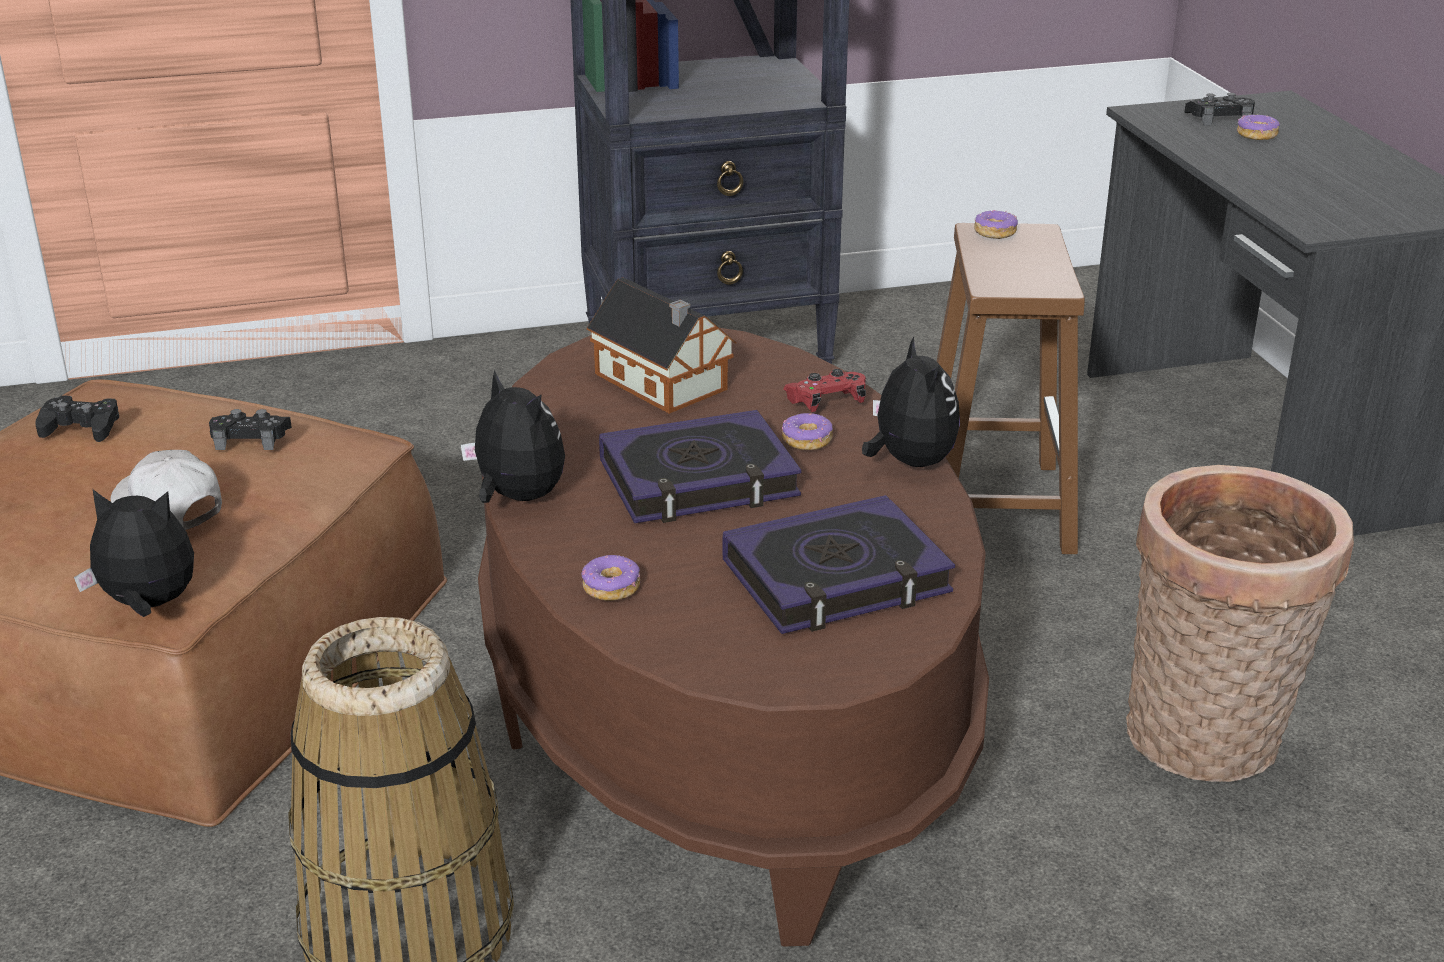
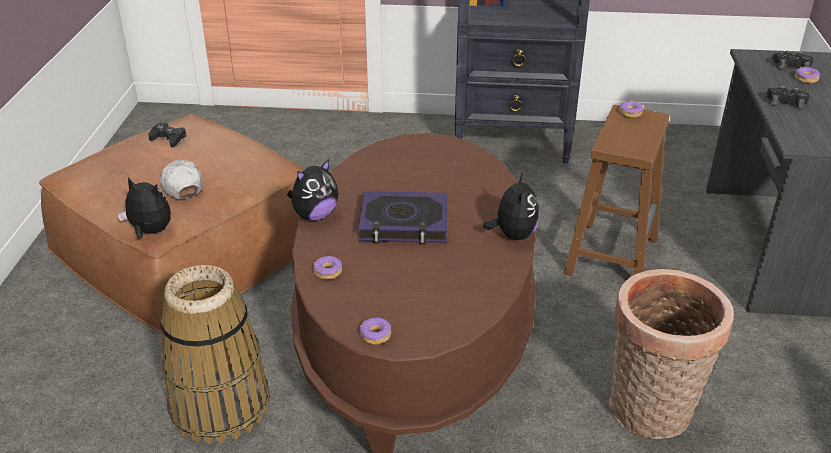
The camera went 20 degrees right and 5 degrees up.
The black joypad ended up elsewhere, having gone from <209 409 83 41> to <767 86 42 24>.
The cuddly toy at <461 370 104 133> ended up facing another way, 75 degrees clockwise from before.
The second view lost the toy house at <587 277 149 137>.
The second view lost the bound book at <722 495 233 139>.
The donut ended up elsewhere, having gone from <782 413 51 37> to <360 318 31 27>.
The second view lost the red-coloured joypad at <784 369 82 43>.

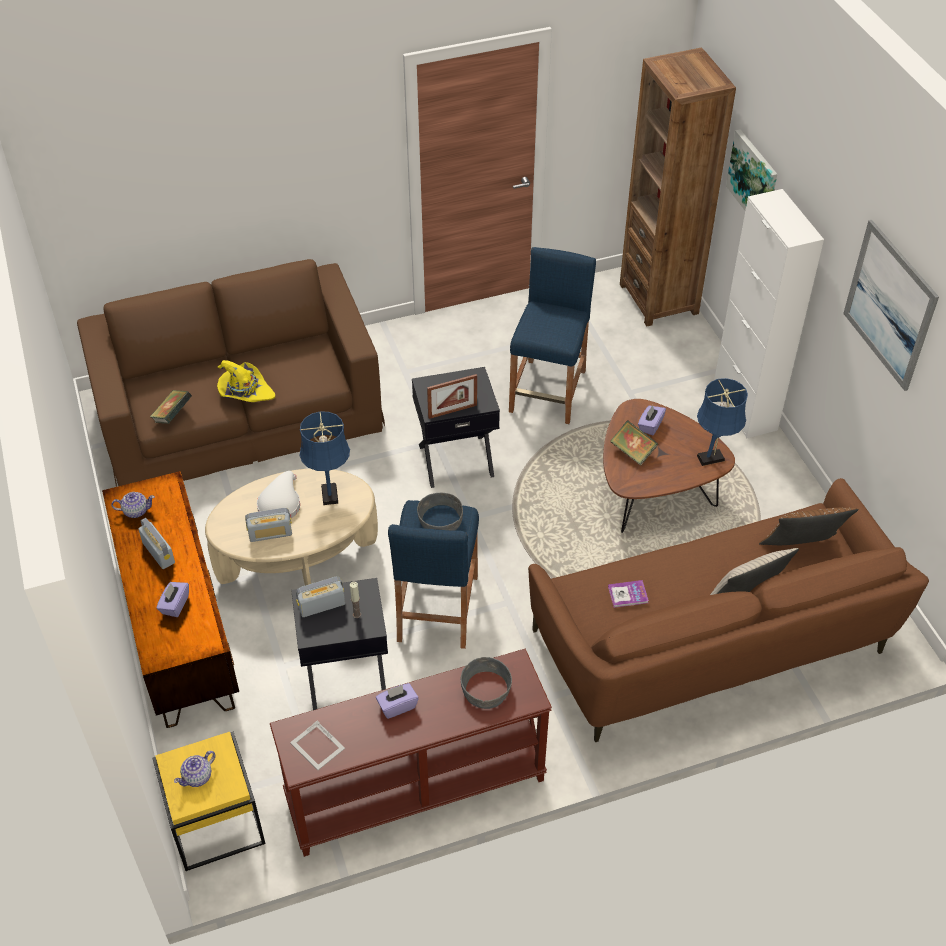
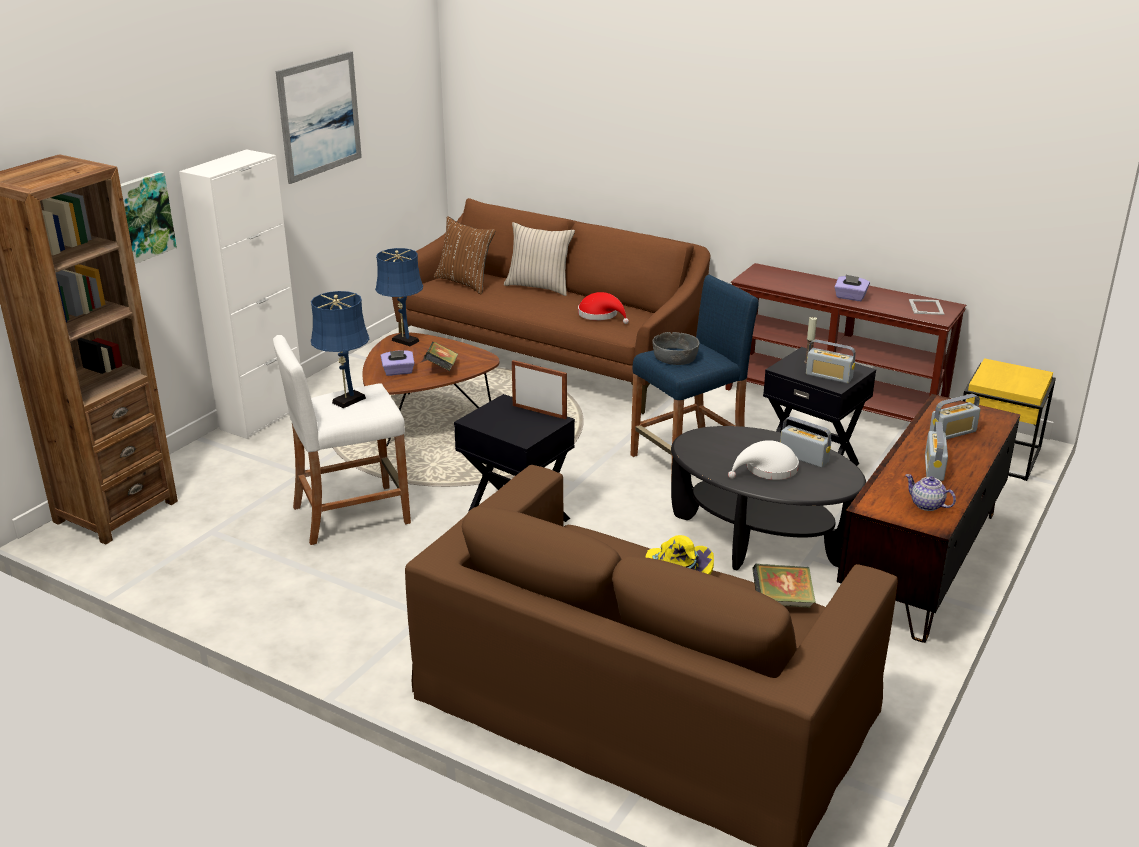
The camera went 130 degrees left and 20 degrees down.
Where the purple tissue holder stood at <156 582 33 35>, the radio set came to stand at <929 394 52 45>.
The second view lost the teapot at <174 751 42 36>.
What was the beige low table at <205 469 173 117> turned into the black low table at <671 426 195 144>.
The blue-coloured lamp for a table ended up elsewhere, having gone from <299 411 51 94> to <311 291 58 117>.
The second view lost the gray serving bowl at <461 657 51 52>.
What was the blue-coloured stool at <509 247 87 177> turned into the white-coloured stool at <273 335 138 210>.
Where the bound book stood at <608 580 41 28>, the red-coloured wearable hat came to stand at <578 292 51 32>.

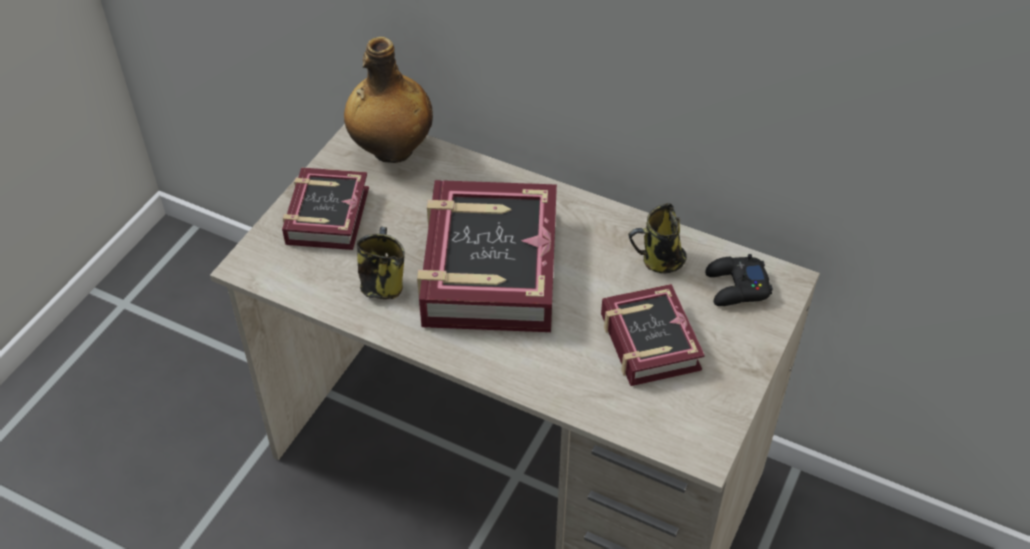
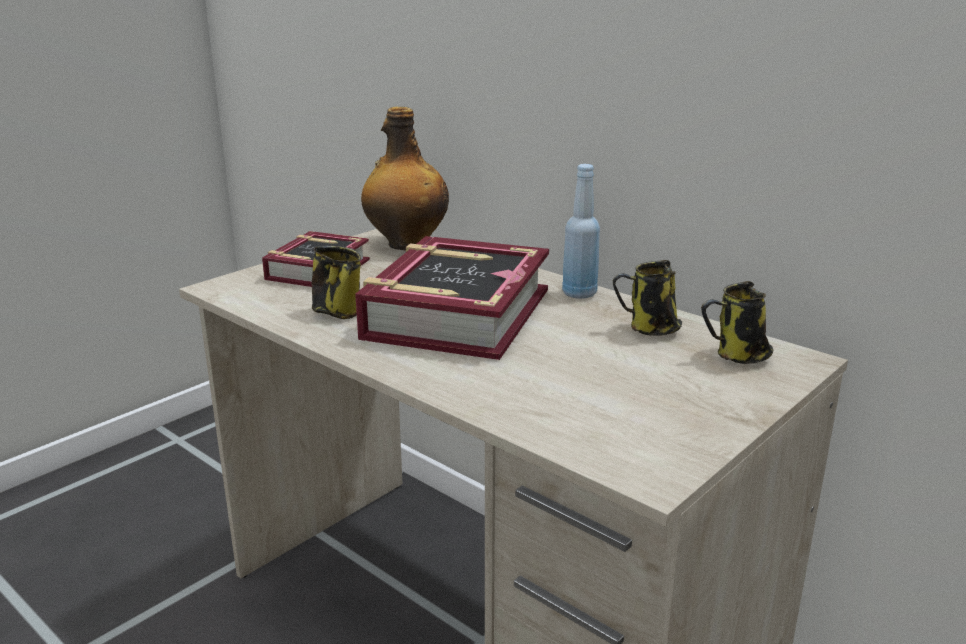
The camera went 15 degrees right and 25 degrees down.
The second view lost the bound book at <601 284 104 102>.
Where the black joypad stood at <705 254 68 52>, the coffee mug came to stand at <701 281 72 83>.
The second view gained the blue-coloured beverage bottle at <562 164 38 135>.

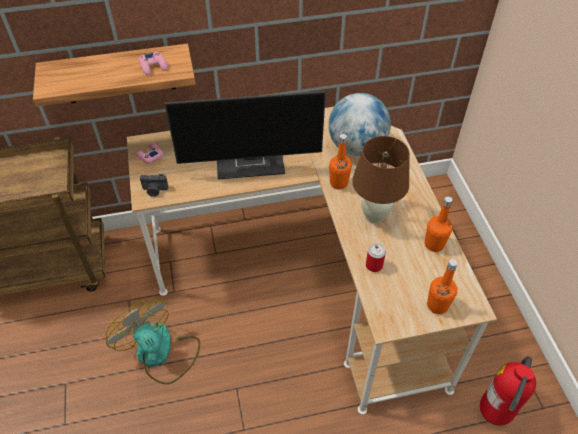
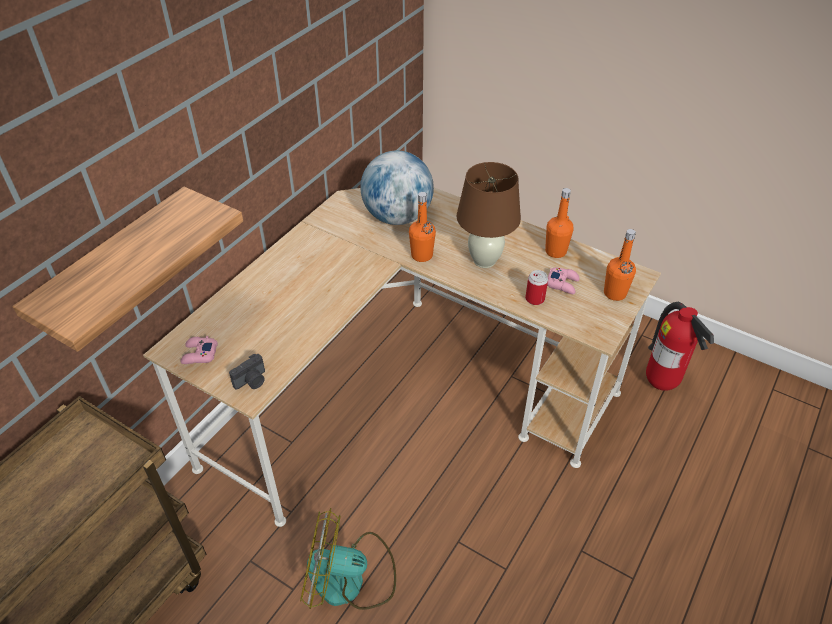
The camera went 45 degrees left and 5 degrees down.
The pinkish joypad ended up elsewhere, having gone from <139 51 29 25> to <547 268 33 26>.
The second view lost the computer display at <164 91 162 88>.

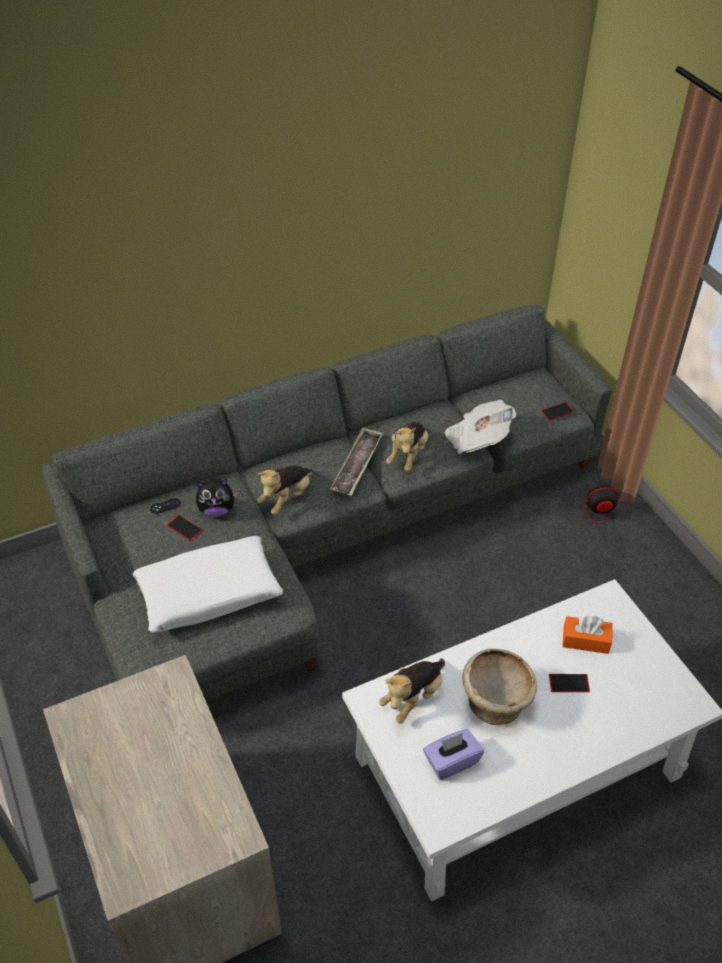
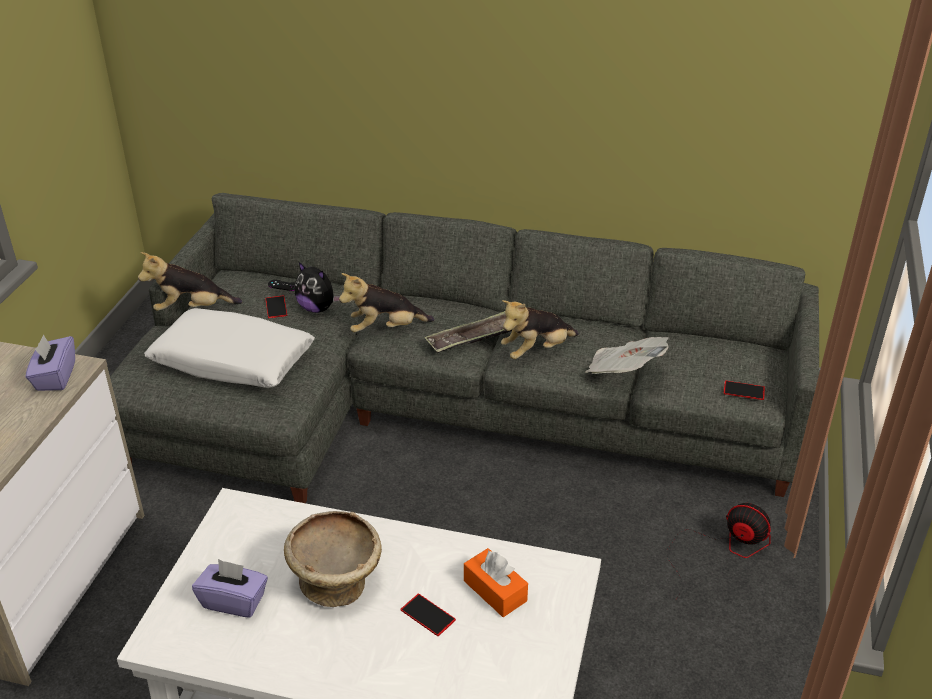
The camera went 40 degrees right and 10 degrees down.
The cuddly toy ended up elsewhere, having gone from <379 658 66 66> to <138 252 104 59>.
The second view gained the purple tissue holder at <26 334 49 57>.

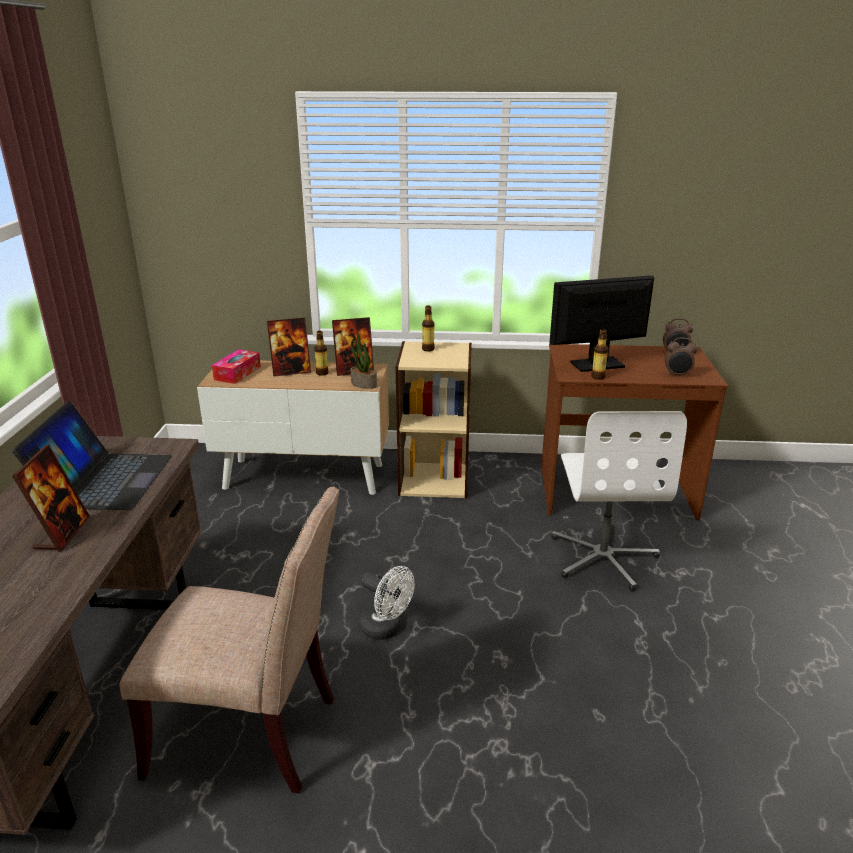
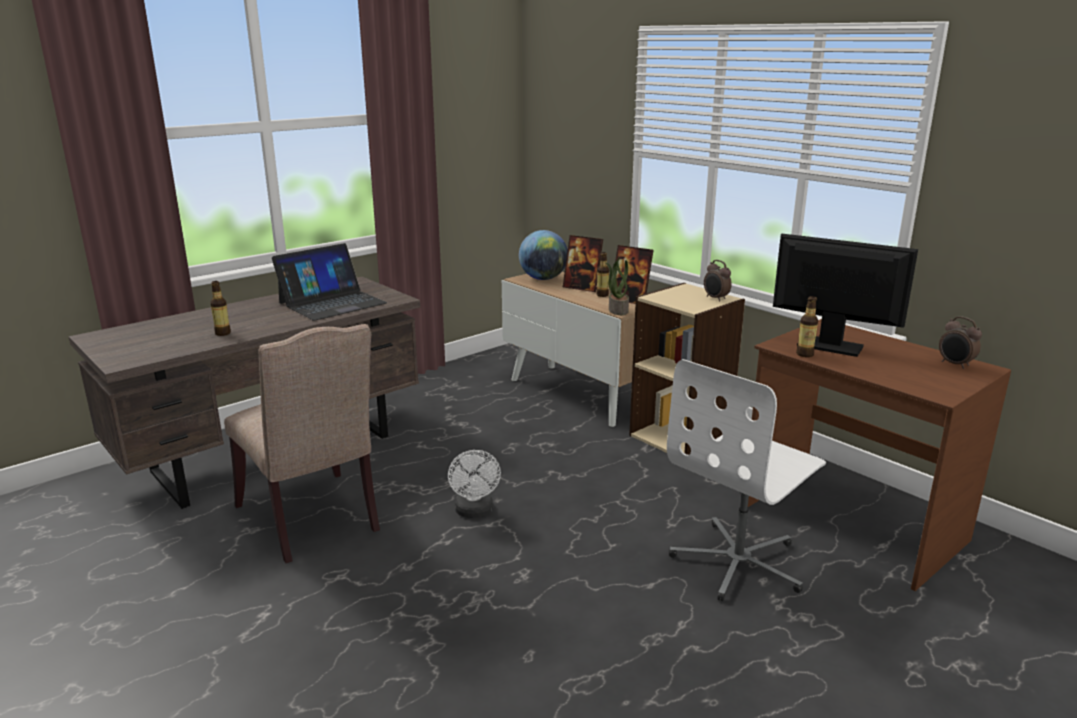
The camera went 45 degrees right and 5 degrees down.
The second view lost the photo frame at <12 445 78 107>.
Where the tissue holder stood at <212 349 49 35>, the desk globe came to stand at <519 230 49 50>.
The beverage bottle ended up elsewhere, having gone from <422 305 13 46> to <210 281 21 55>.
The table clock ended up elsewhere, having gone from <665 338 32 39> to <704 260 28 41>.

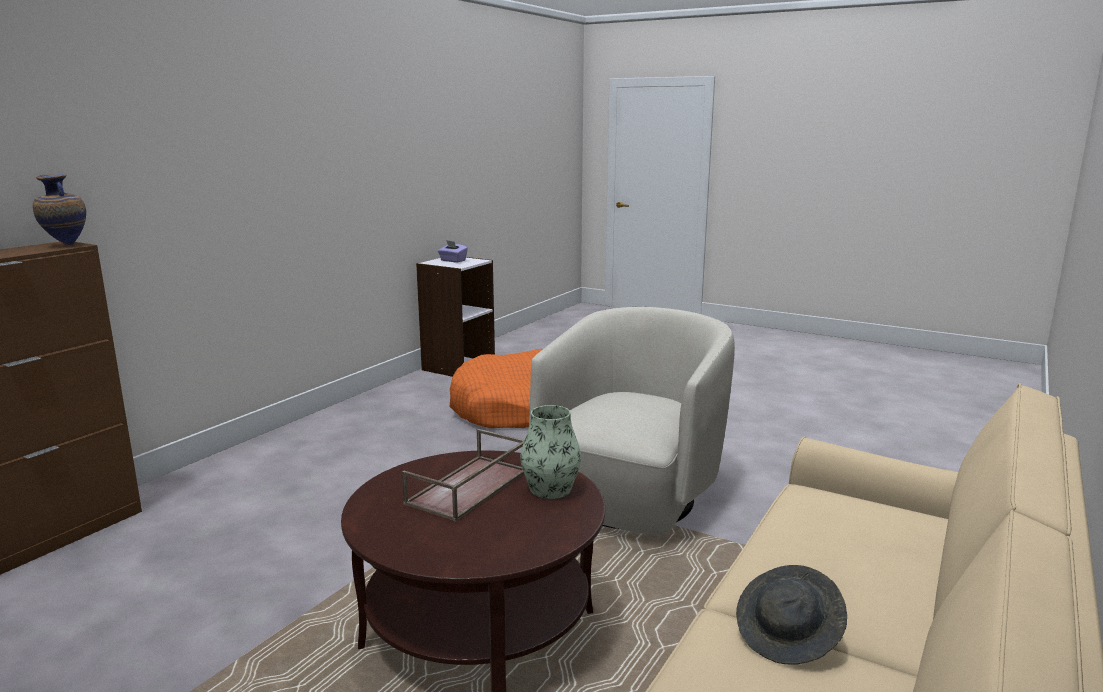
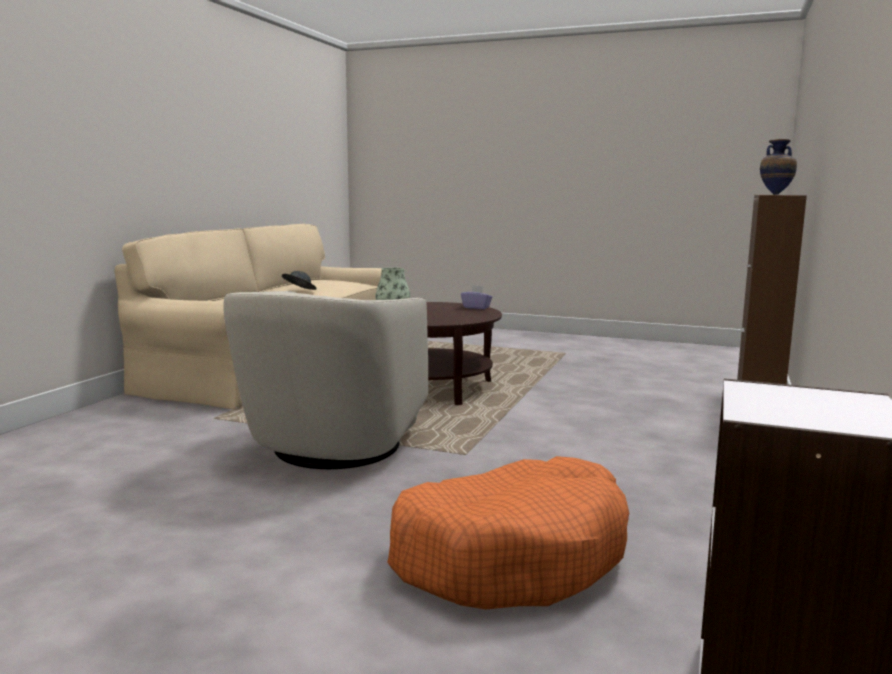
The camera went 170 degrees right and 5 degrees down.
The second view lost the brown-coloured carrying tray at <402 429 122 93>.
The purple tissue holder ended up elsewhere, having gone from <438 240 30 23> to <461 285 31 24>.

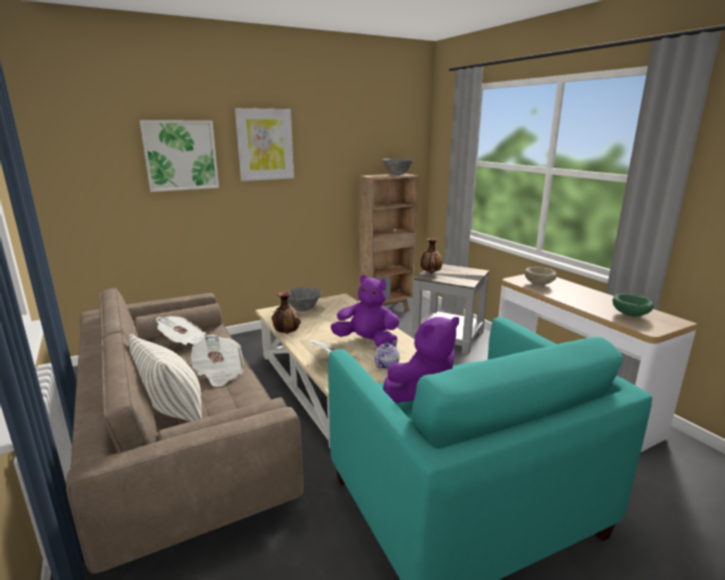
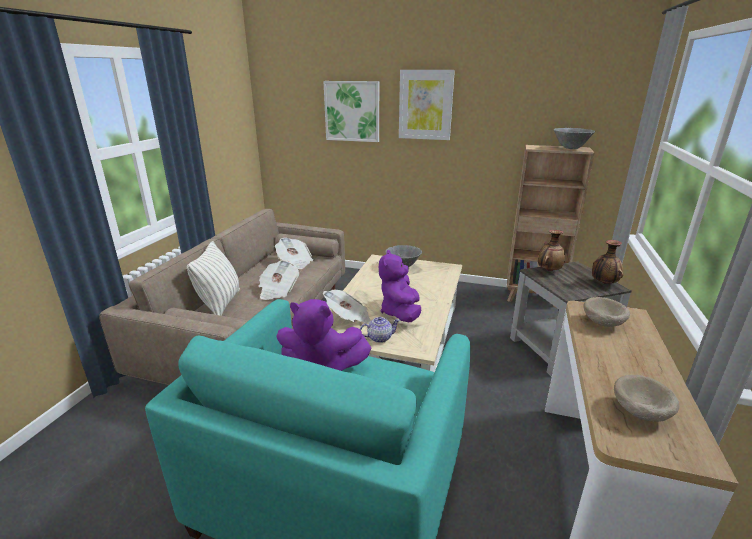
The camera went 45 degrees right and 5 degrees up.
The vase ended up elsewhere, having gone from <272 291 29 43> to <592 240 31 44>.
The purple cuddly toy at <330 275 70 72> ended up facing another way, 150 degrees counterclockwise from before.
What was the green serving bowl at <613 294 41 22> turned into the beige serving bowl at <614 375 66 47>.

